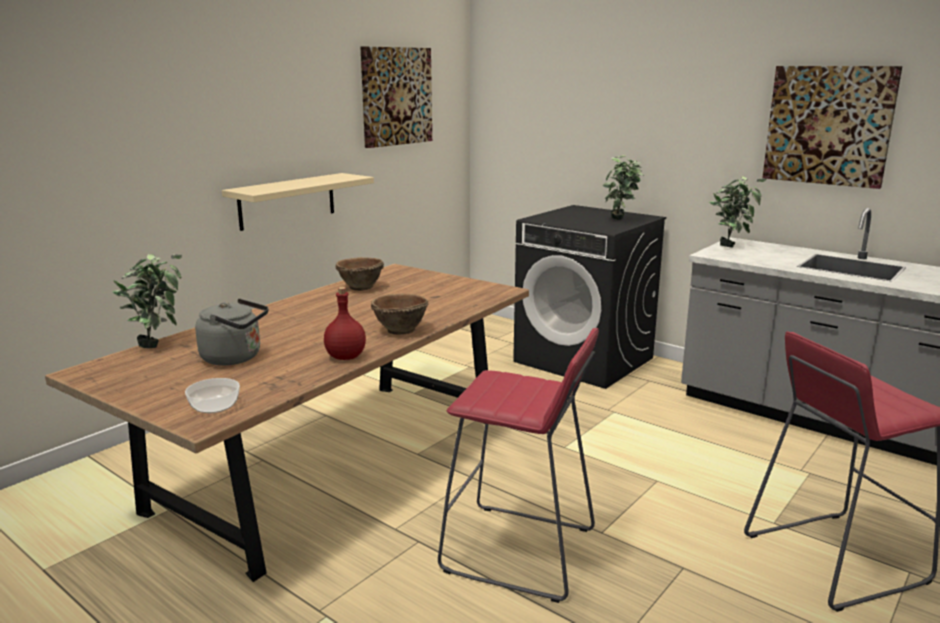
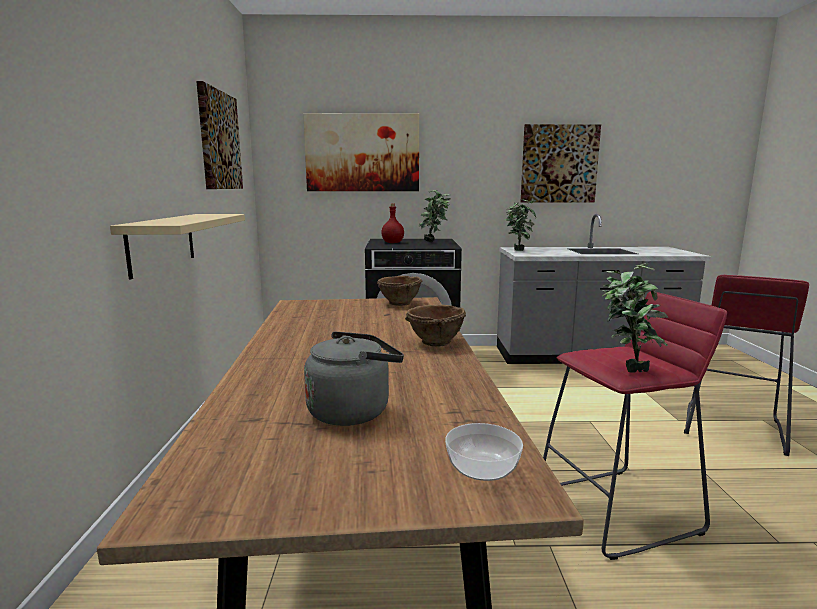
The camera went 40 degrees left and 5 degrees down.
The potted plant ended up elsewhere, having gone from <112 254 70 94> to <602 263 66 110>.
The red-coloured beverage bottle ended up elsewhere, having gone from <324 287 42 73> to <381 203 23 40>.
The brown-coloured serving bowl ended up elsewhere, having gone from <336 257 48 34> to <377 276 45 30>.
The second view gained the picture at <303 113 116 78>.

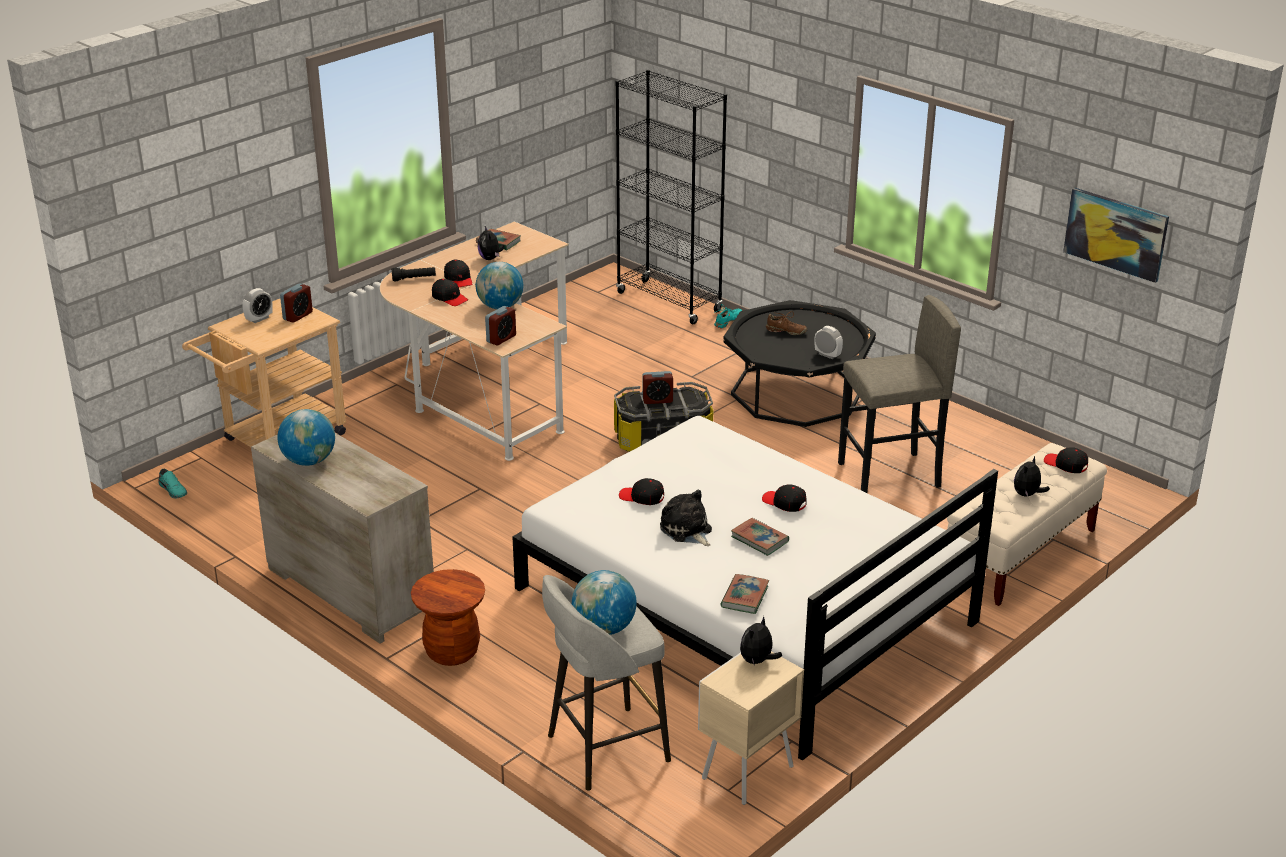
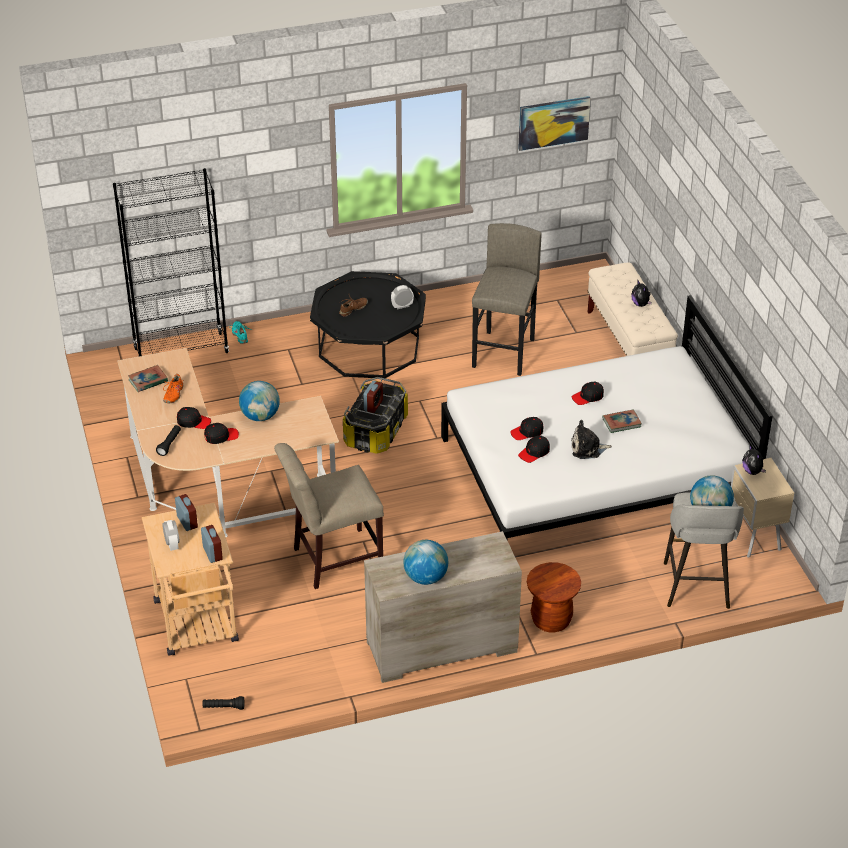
The camera went 60 degrees left and 10 degrees up.
Where the blue-green shoe stood at <158 469 29 30>, the black torch came to stand at <203 696 41 14>.
Where the cuddly toy stood at <478 226 26 34>, the orangey shoe came to stand at <163 373 21 30>.
The table clock ended up elsewhere, having gone from <485 306 31 39> to <201 525 22 38>.
The second view lost the bound book at <720 574 49 40>.
The black peaked cap ended up elsewhere, having gone from <1044 447 44 26> to <510 417 33 23>.
The second view gained the beige chair at <274 443 110 146>.

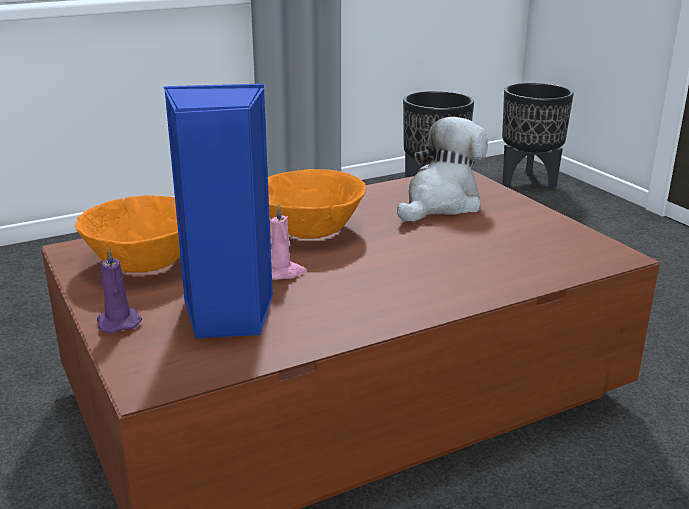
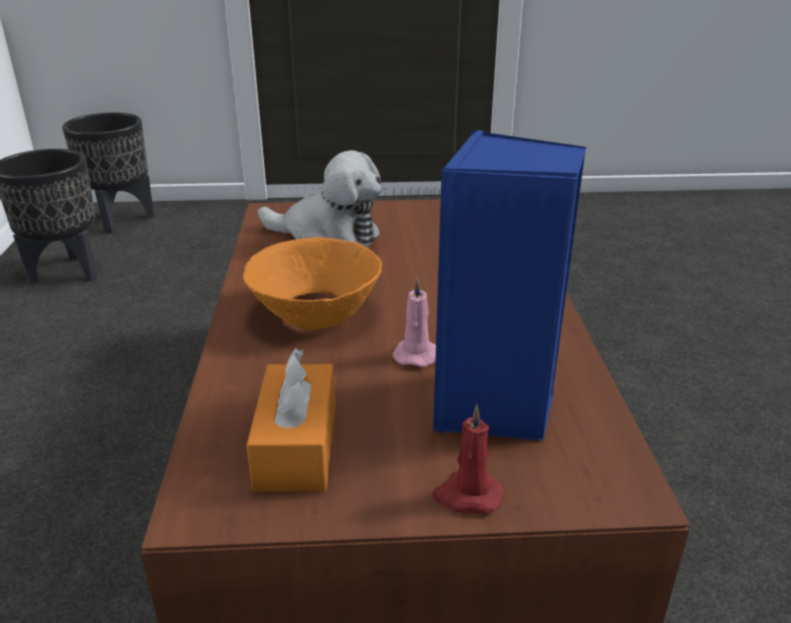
The camera went 65 degrees left and 5 degrees up.
Where the orangey serving bowl stood at <75 195 105 77>, the orangey tissue holder came to stand at <246 348 90 144>.
What was the purple candle at <97 246 45 87> turned into the red-coloured candle at <432 404 72 109>.
The cuddly toy at <397 117 91 105> ended up facing another way, 135 degrees clockwise from before.

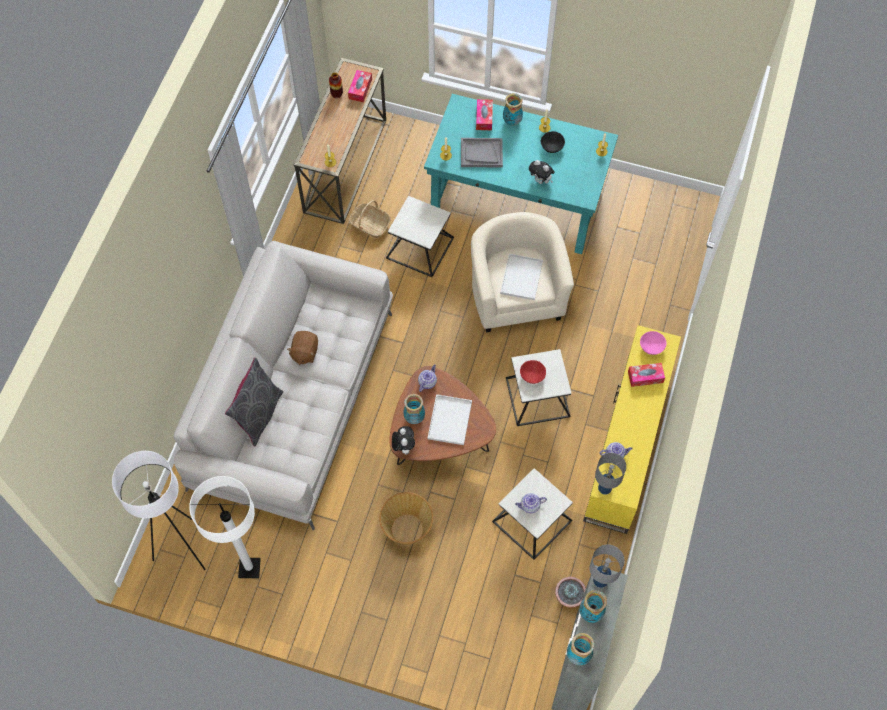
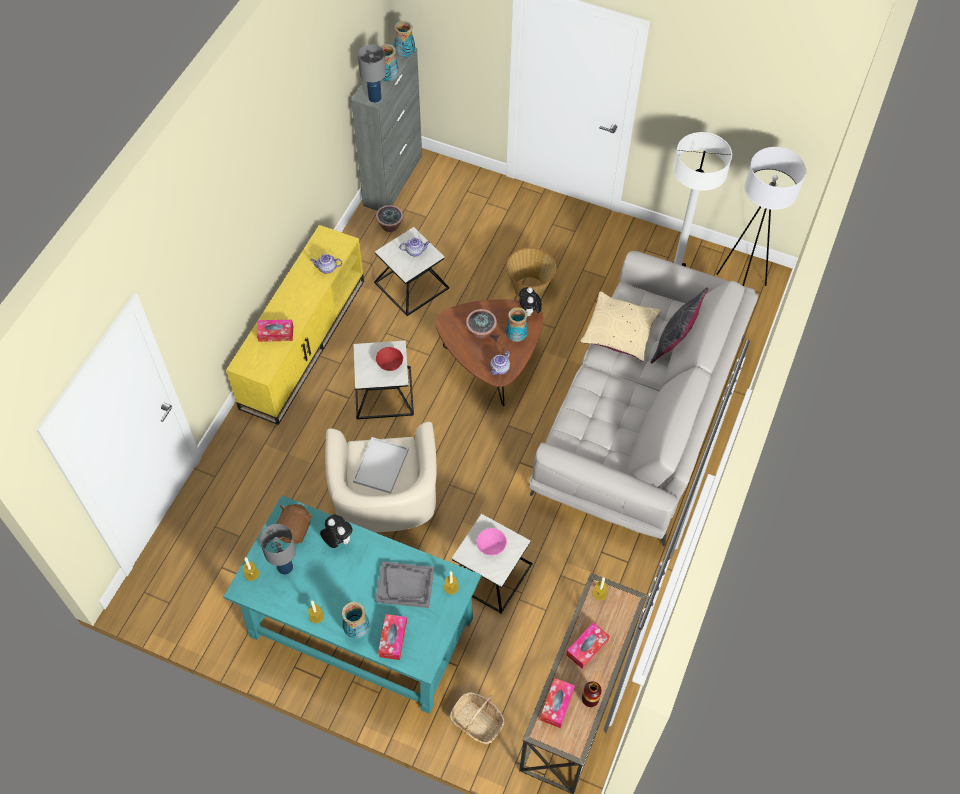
The camera went 175 degrees left and 5 degrees down.
The brown-coloured cuddly toy ended up elsewhere, having gone from <287 331 31 34> to <276 504 36 40>.
The household basket ended up elsewhere, having gone from <349 200 42 38> to <450 692 54 52>.
Where the white-coloured carrying tray stood at <428 394 44 51>, the potted plant came to stand at <466 309 31 30>.
The second view lost the black serving bowl at <541 131 24 22>.
The gray lamp for a table ended up elsewhere, having gone from <595 453 31 42> to <260 524 36 51>.
The pinkish serving bowl ended up elsewhere, having gone from <640 331 26 24> to <476 528 31 27>.
The second view gained the tissue holder at <566 622 44 47>.
The second view gained the beige cushion at <580 291 82 71>.

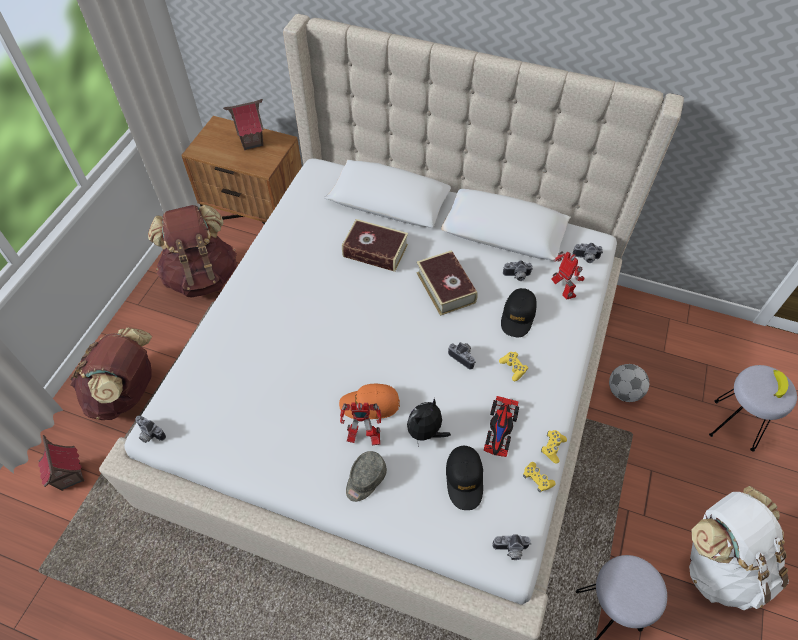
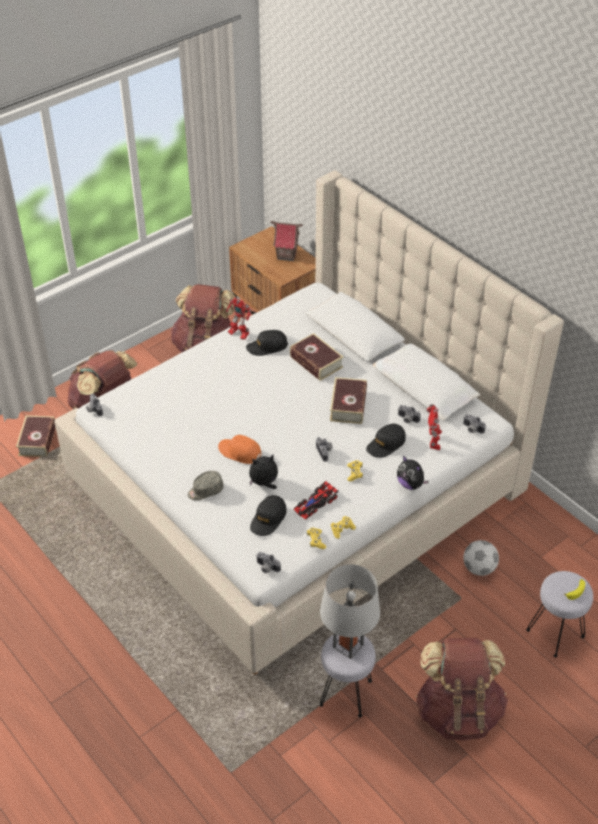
The camera went 30 degrees right and 10 degrees down.
Where the toy house stood at <38 435 46 56>, the bound book came to stand at <16 415 40 42>.
The robot figure ended up elsewhere, having gone from <340 403 41 42> to <226 297 25 43>.
What was the white-coloured backpack at <689 486 100 124> turned into the brown-coloured backpack at <415 638 93 102>.
The second view gained the black peaked cap at <246 330 42 26>.
The second view gained the gray lamp for a table at <320 564 60 95>.
The second view gained the cuddly toy at <397 456 32 34>.

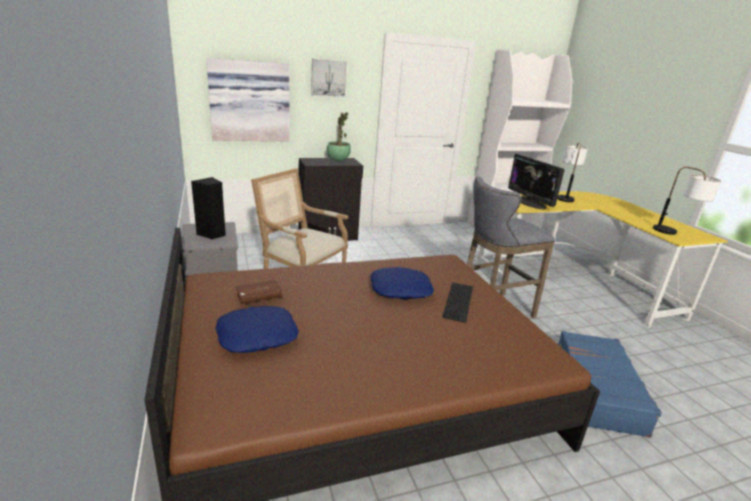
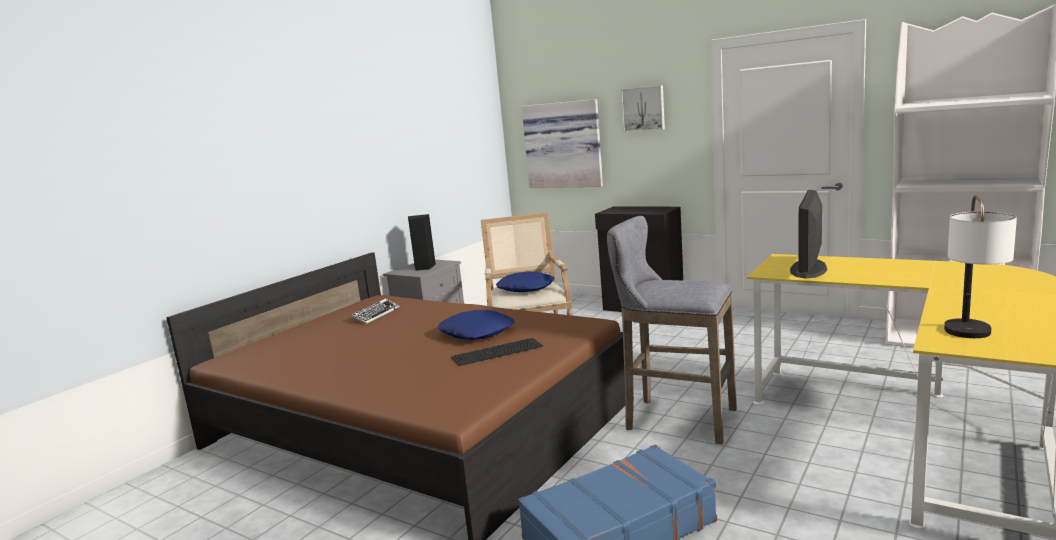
The camera went 55 degrees right and 10 degrees down.
The blue-coloured cushion ended up elsewhere, having gone from <215 306 84 47> to <496 271 58 21>.
Where the brown-coloured bound book stood at <235 280 47 24>, the PC keyboard came to stand at <351 299 48 25>.
The second view lost the potted plant at <327 112 24 49>.
The second view lost the lamp for a table at <557 142 31 60>.

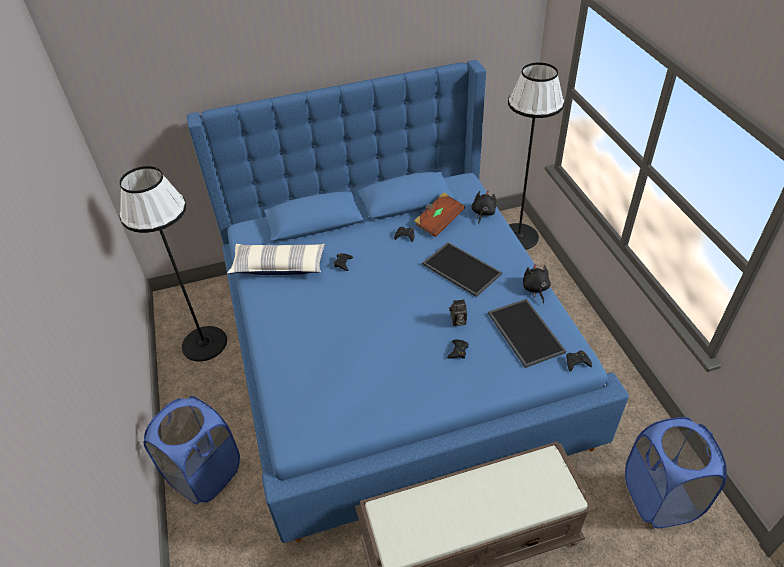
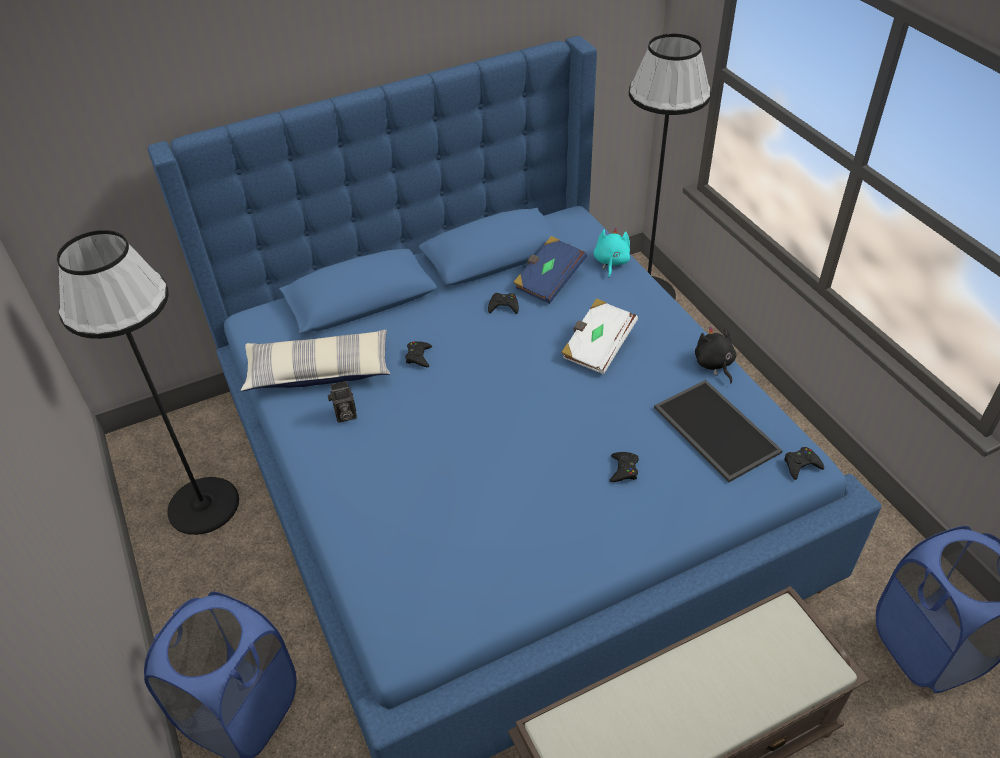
The camera went 10 degrees left and 0 degrees up.
What was the brown-coloured bound book at <414 192 51 45> turned into the blue-coloured bound book at <513 236 74 68>.
Where the carrying tray stood at <422 242 80 55>, the white-coloured bound book came to stand at <561 298 77 76>.
The photo camera ended up elsewhere, having gone from <449 299 18 27> to <328 381 29 42>.
What was the black cuddly toy at <471 191 25 33> turned into the blue-green cuddly toy at <594 228 36 50>.

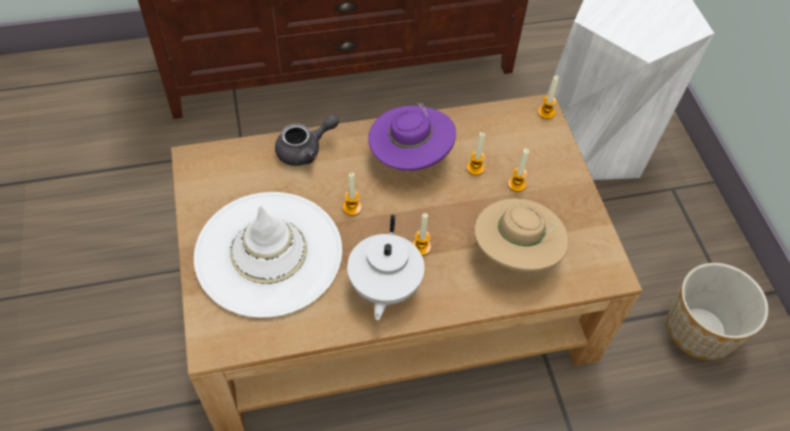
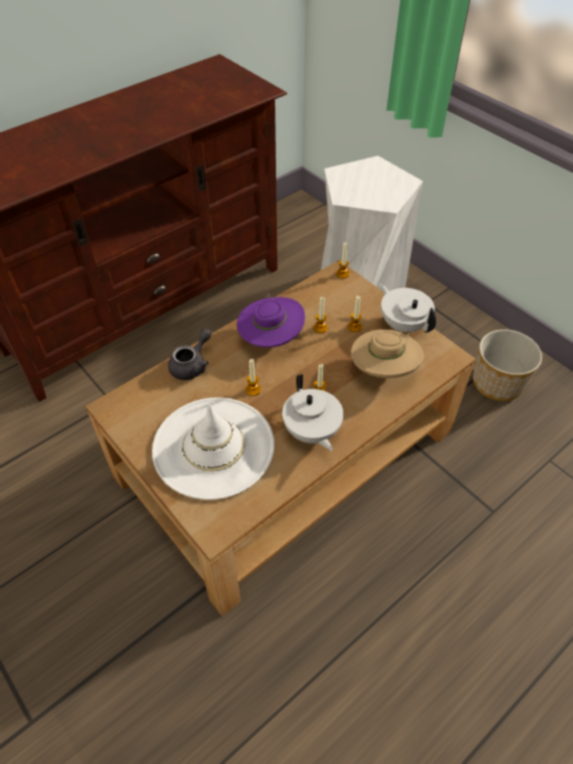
The camera went 25 degrees left and 5 degrees down.
The second view gained the white-coloured teapot at <380 283 56 50>.

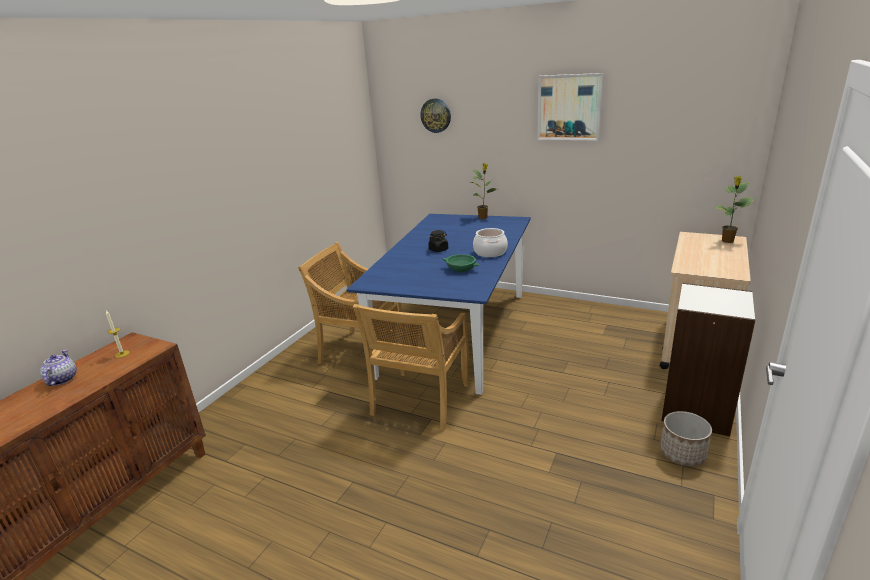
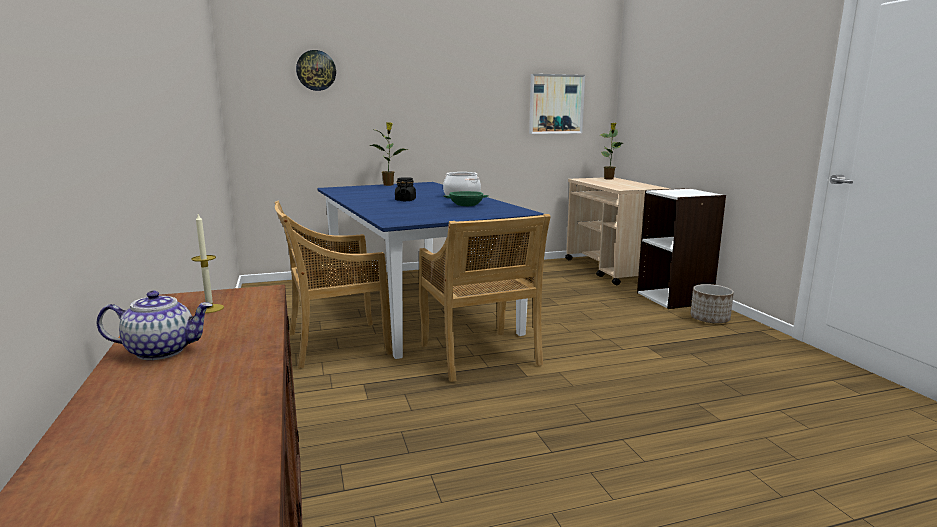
The camera went 45 degrees left and 10 degrees down.
The teapot at <40 350 37 36> ended up facing another way, 135 degrees clockwise from before.
The picture ended up elsewhere, having gone from <537 73 66 68> to <529 74 56 60>.

